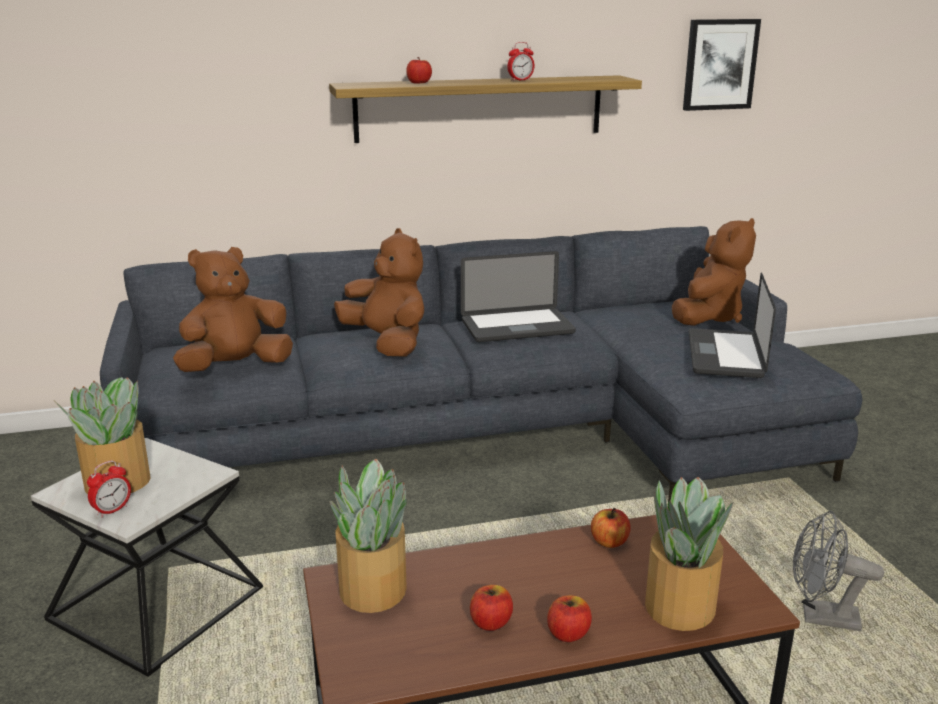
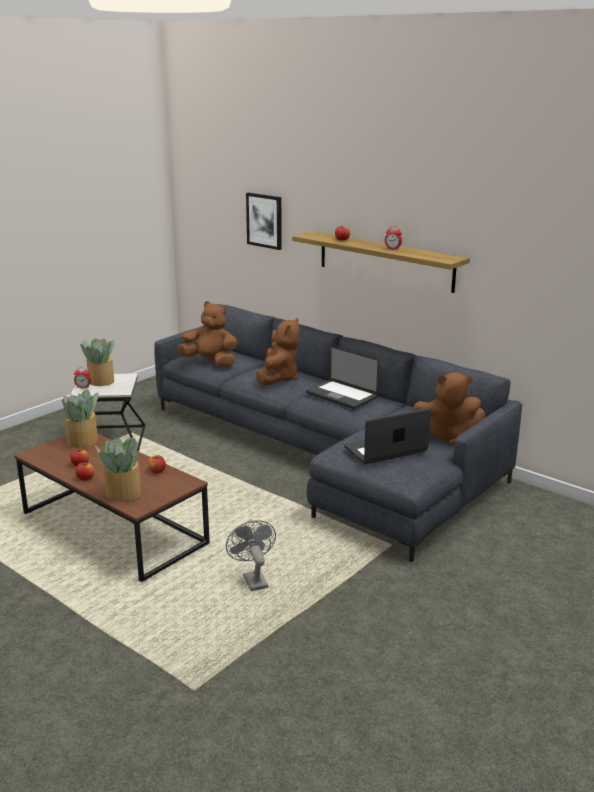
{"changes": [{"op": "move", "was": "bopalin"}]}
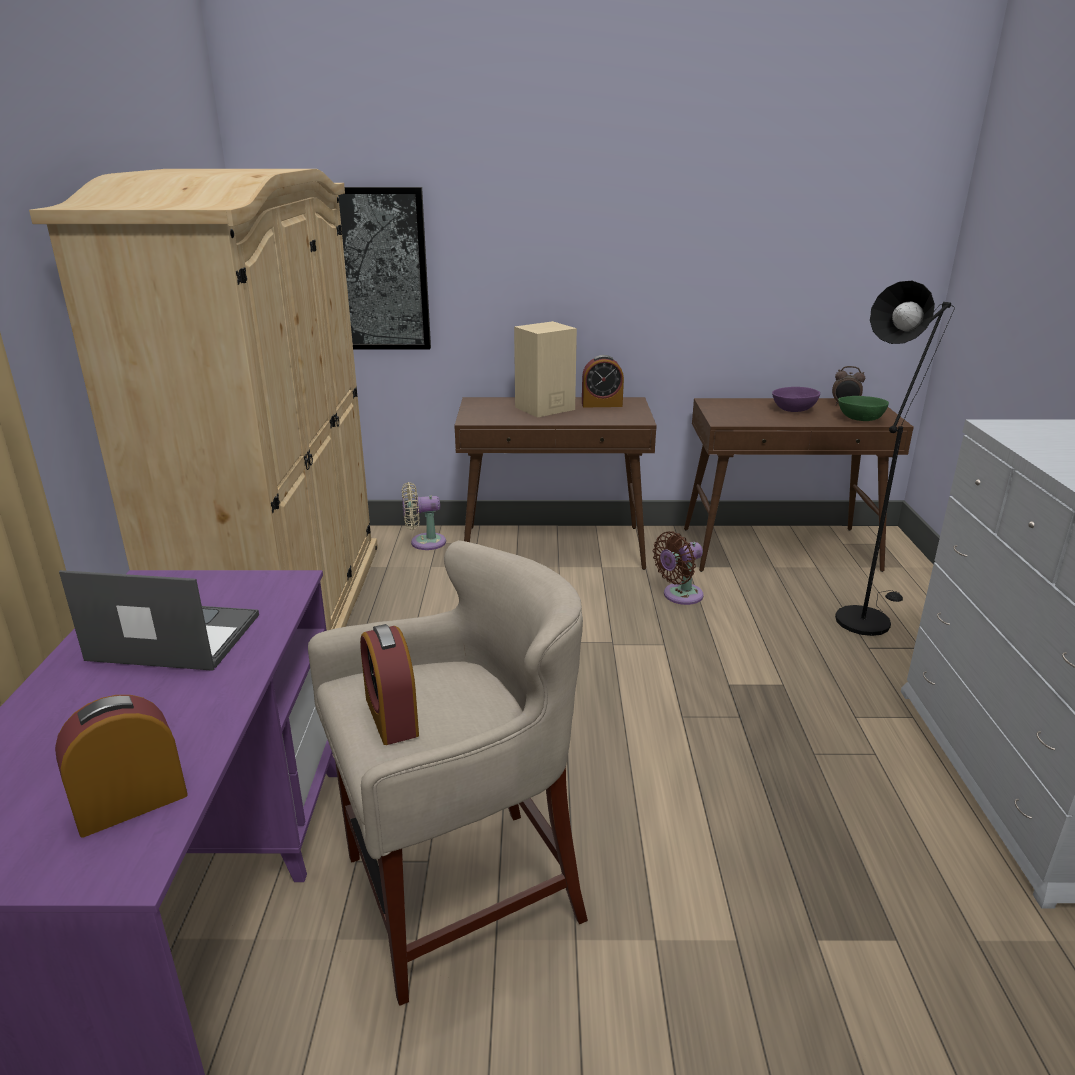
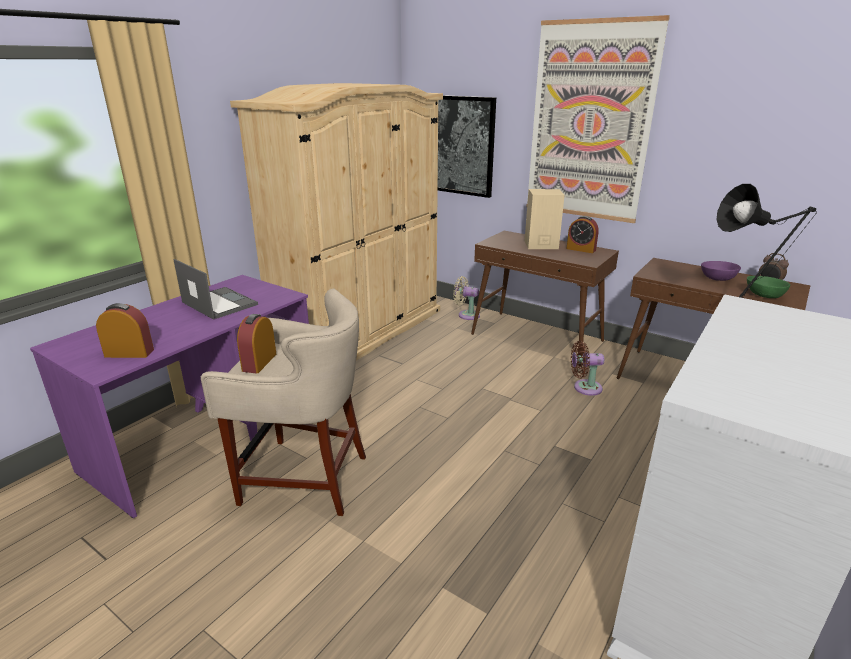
{"changes": [{"op": "insert", "now": "bopalin (2nd from left)"}]}
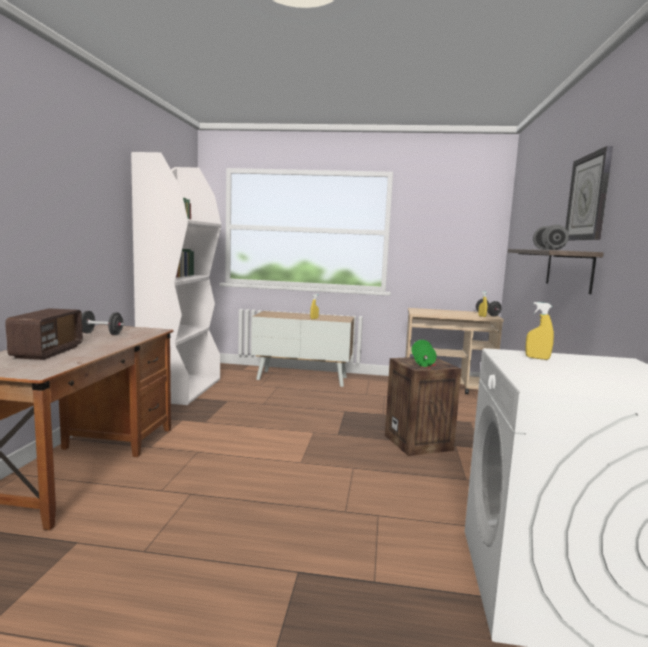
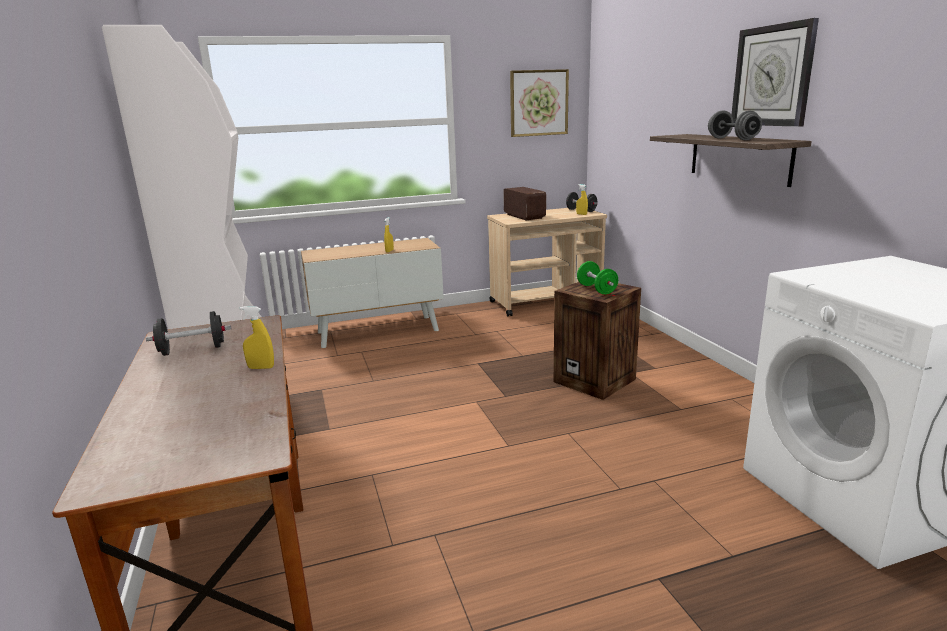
{"changes": [{"op": "insert", "now": "bopalin"}, {"op": "move", "was": "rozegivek"}, {"op": "move", "was": "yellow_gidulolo (3rd from left in the first image)", "now": "yellow_gidulolo (1st from left)"}]}
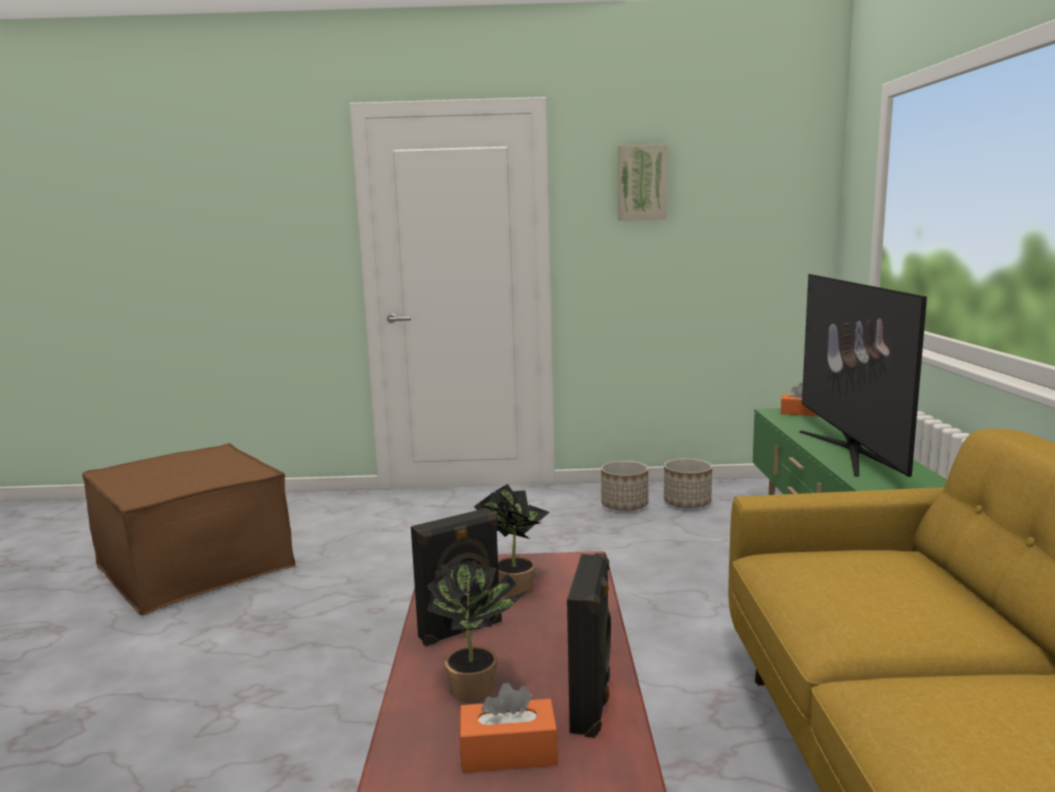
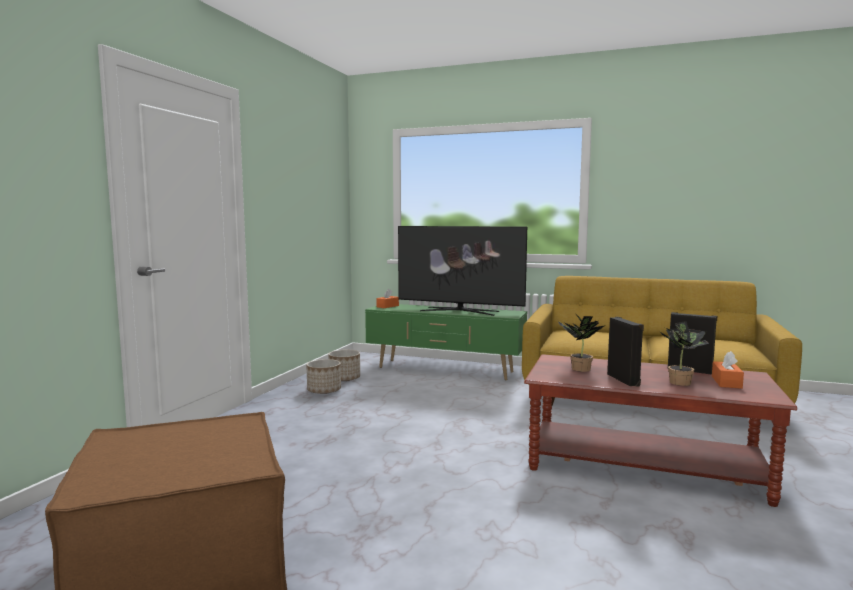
{"changes": [{"op": "delete", "was": "bopalin"}]}
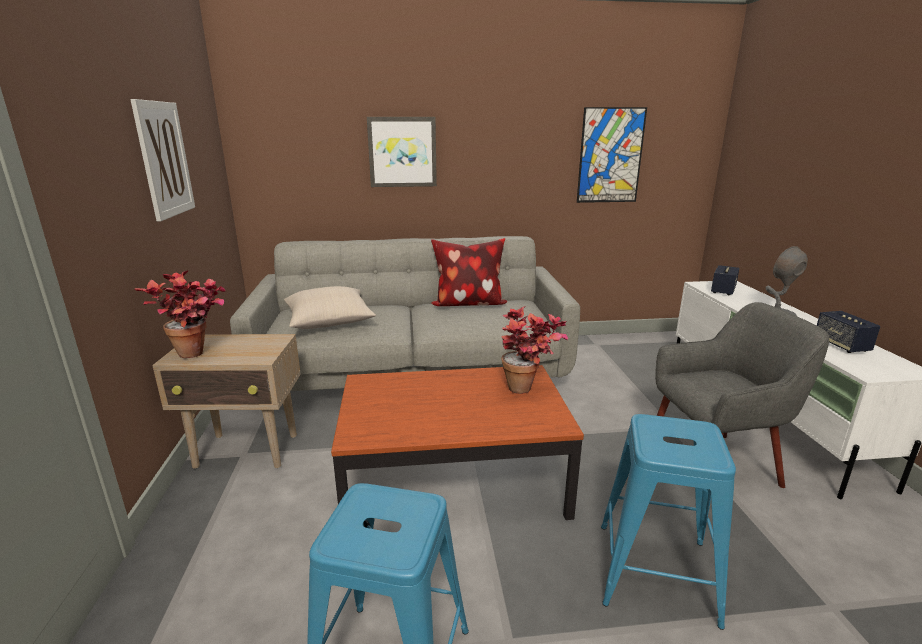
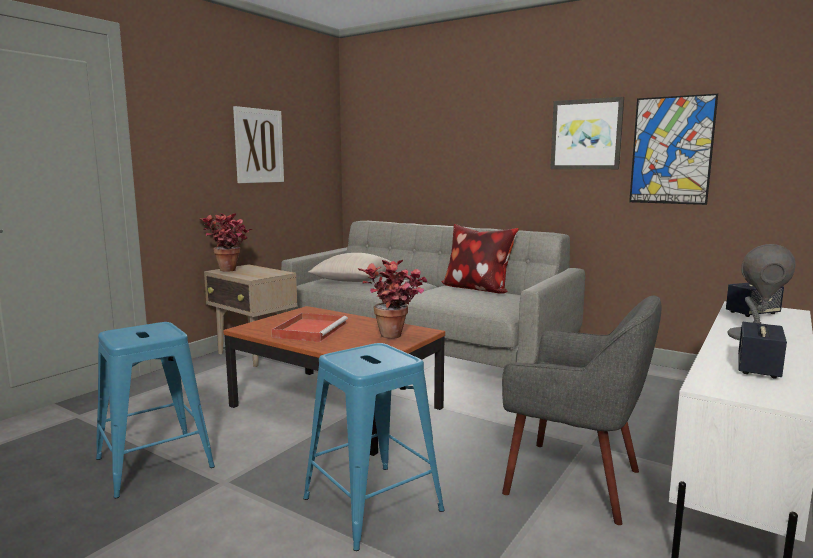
{"changes": [{"op": "insert", "now": "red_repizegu"}, {"op": "move", "was": "bopalin (2nd from left)"}]}
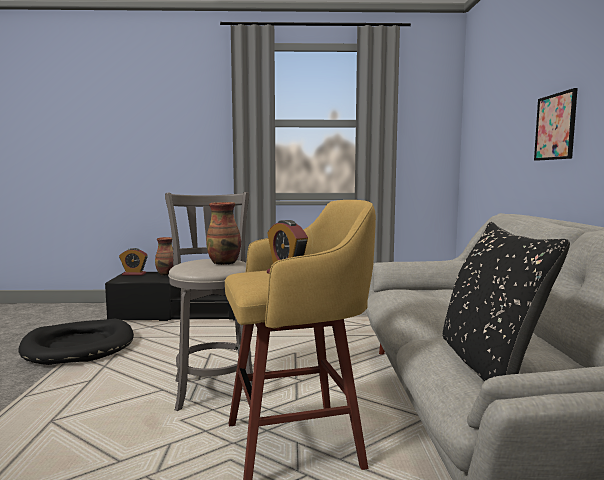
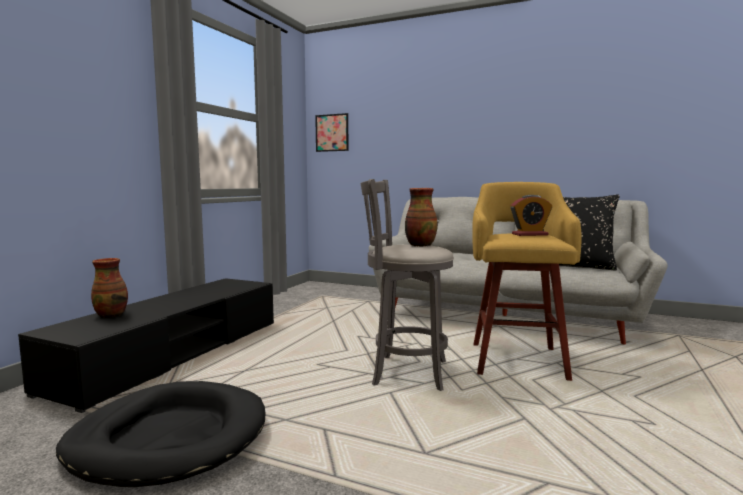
{"changes": [{"op": "delete", "was": "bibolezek (1st from left)"}, {"op": "move", "was": "bopalin"}]}
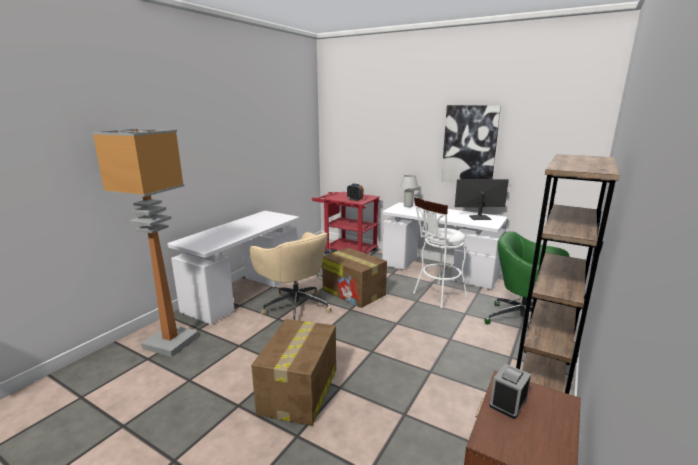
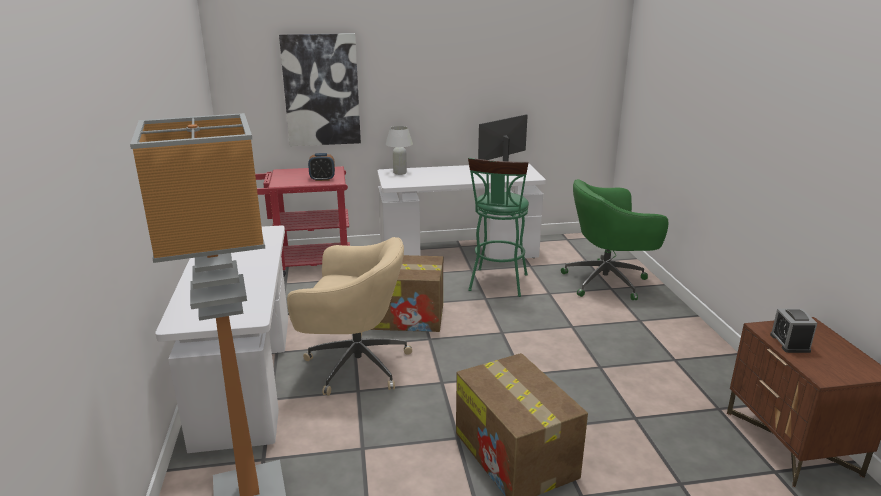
{"changes": [{"op": "delete", "was": "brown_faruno"}, {"op": "move", "was": "bopalin"}, {"op": "recolor", "was": "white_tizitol", "now": "green_tizitol"}]}
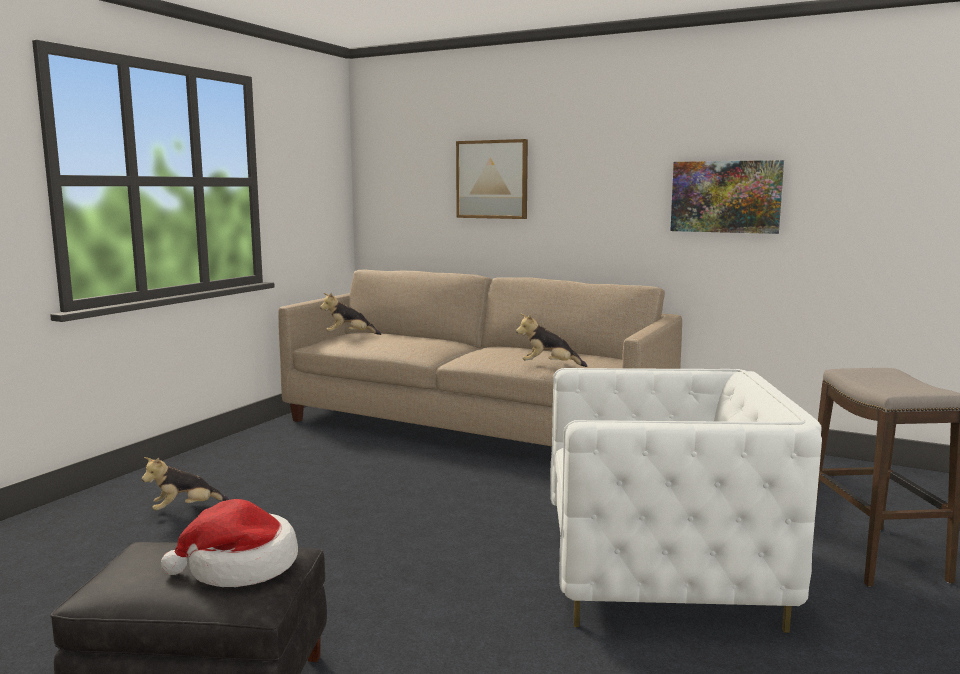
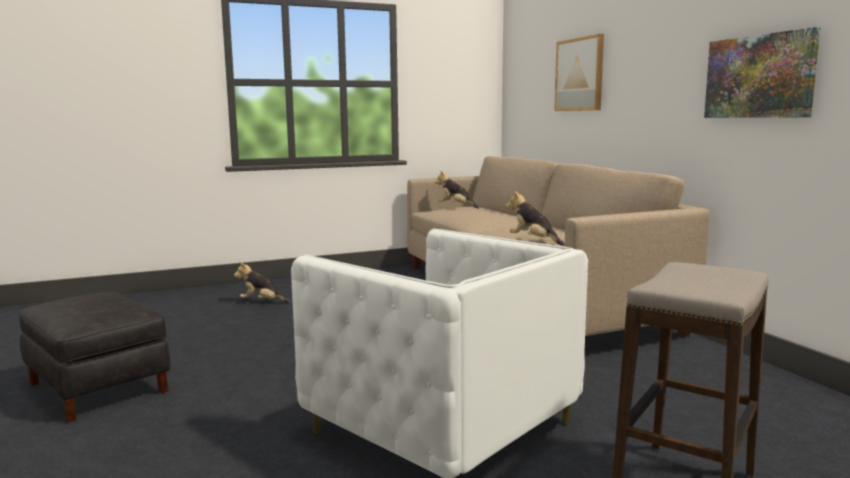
{"changes": [{"op": "delete", "was": "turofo"}]}
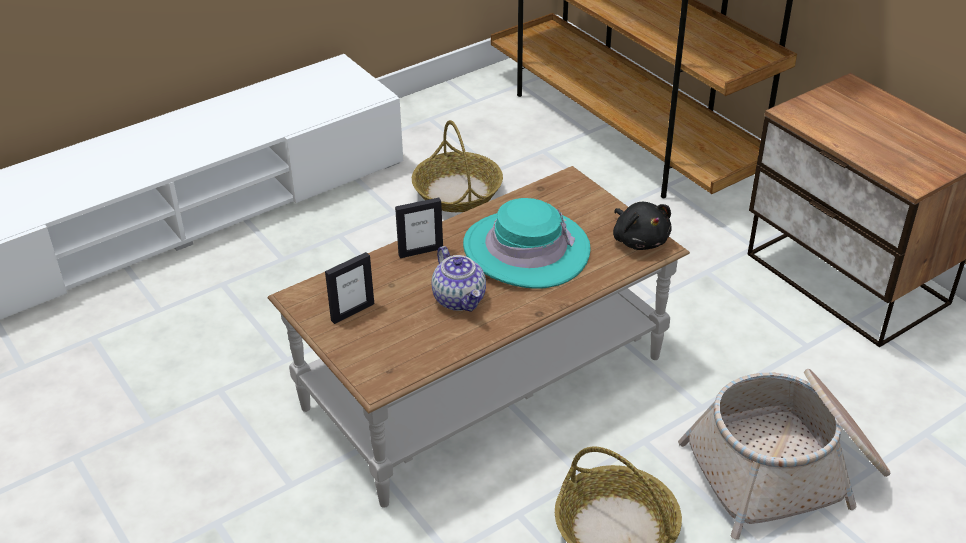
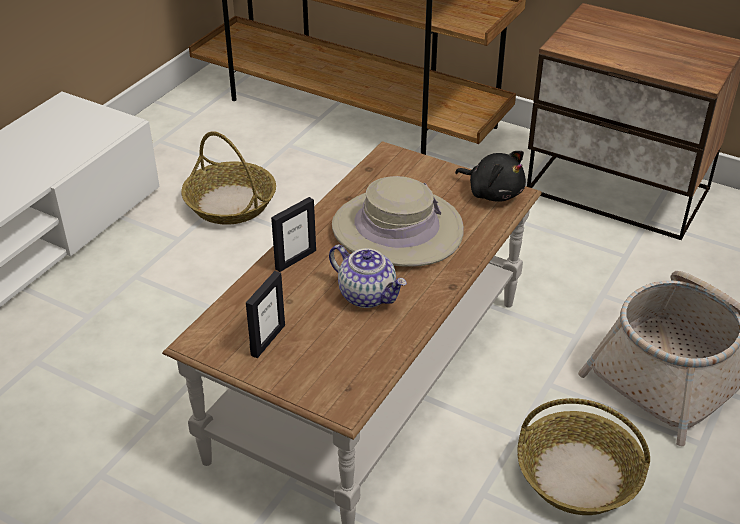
{"changes": [{"op": "recolor", "was": "turquoise_turofo", "now": "beige_turofo"}]}
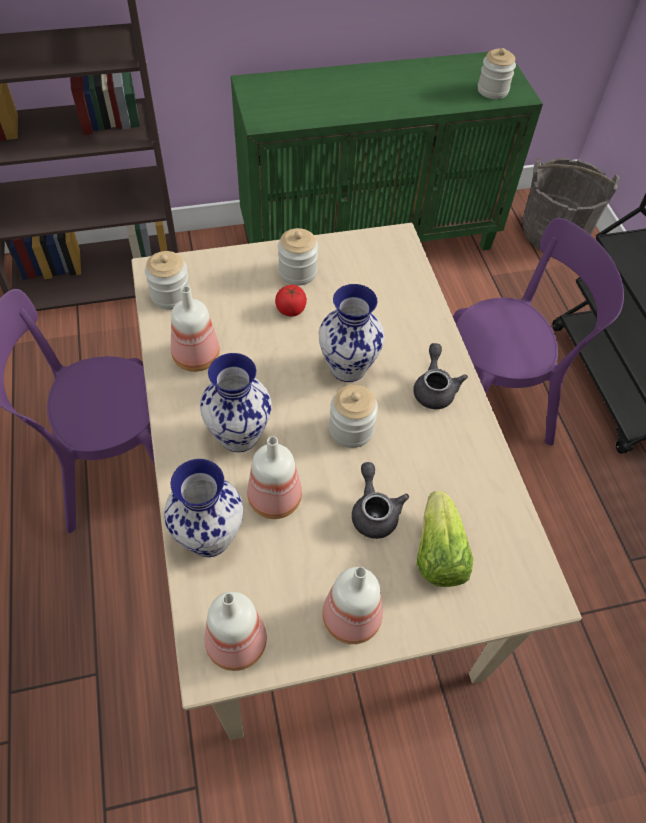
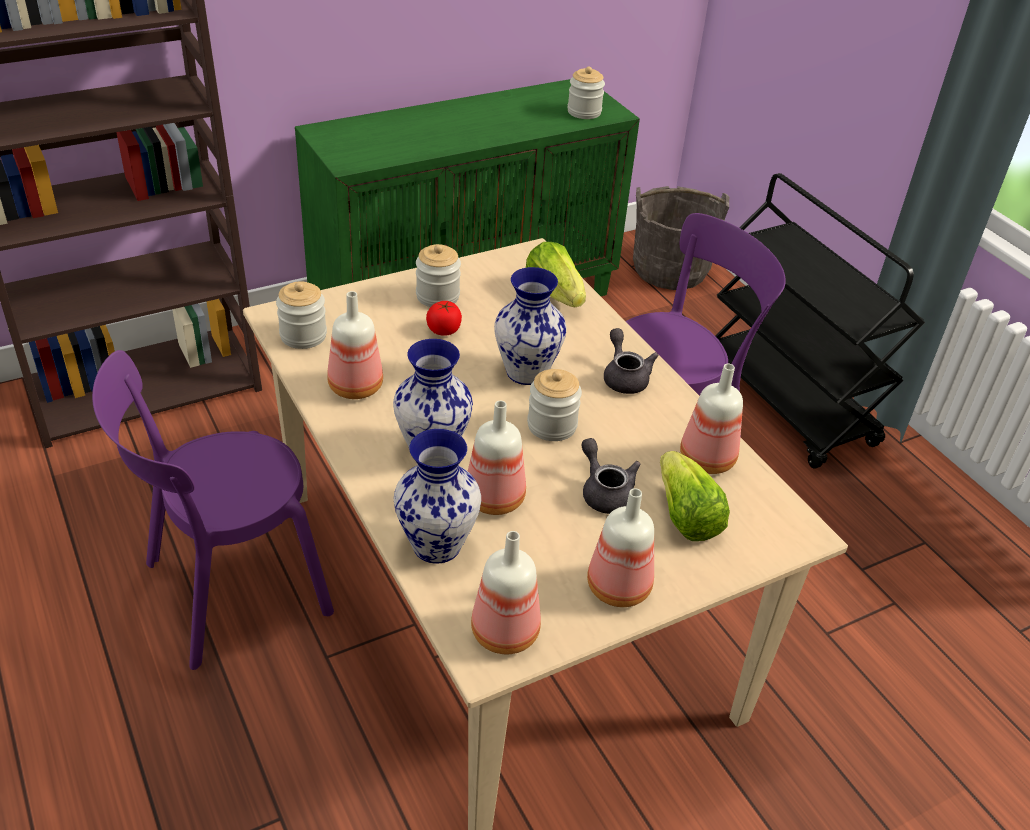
{"changes": [{"op": "insert", "now": "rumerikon (1st from left)"}, {"op": "insert", "now": "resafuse (5th from left)"}]}
